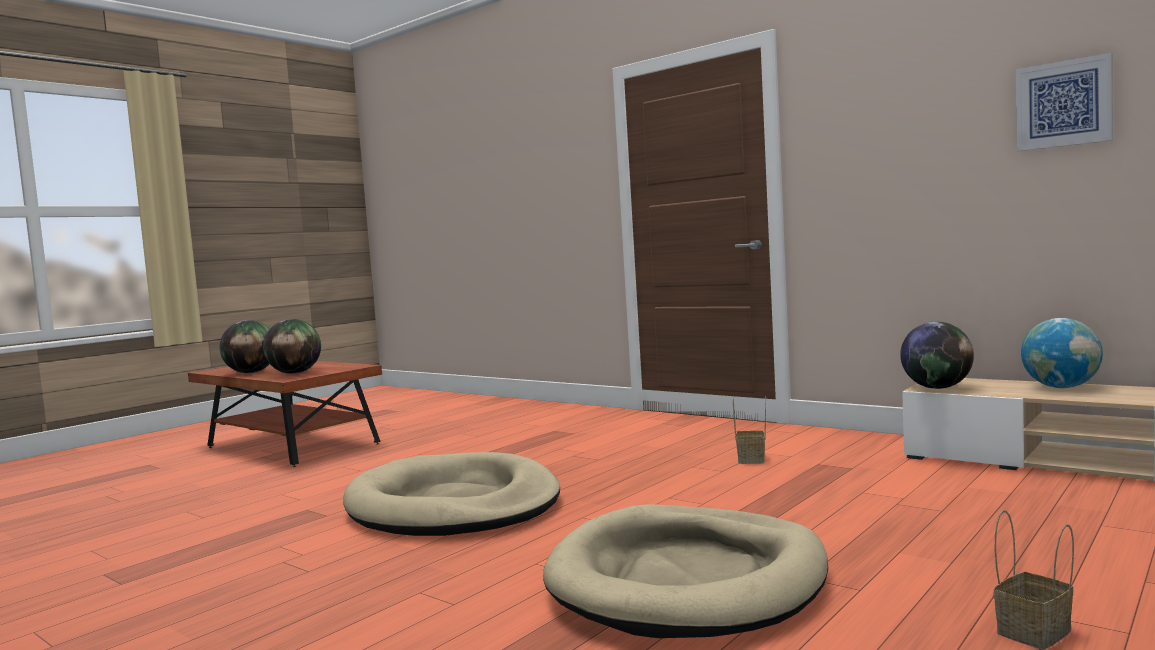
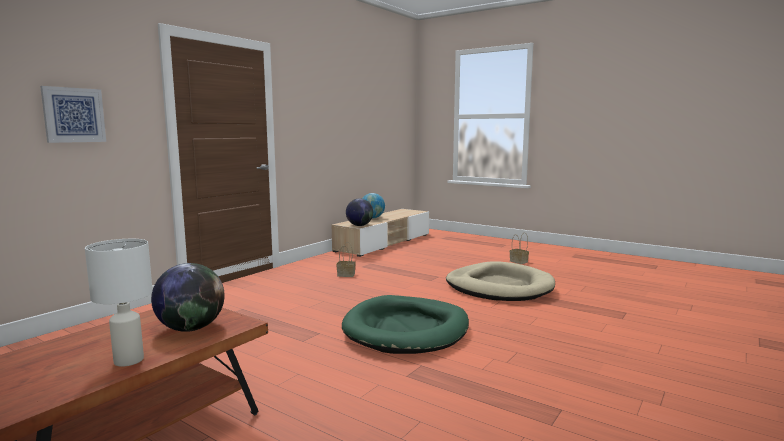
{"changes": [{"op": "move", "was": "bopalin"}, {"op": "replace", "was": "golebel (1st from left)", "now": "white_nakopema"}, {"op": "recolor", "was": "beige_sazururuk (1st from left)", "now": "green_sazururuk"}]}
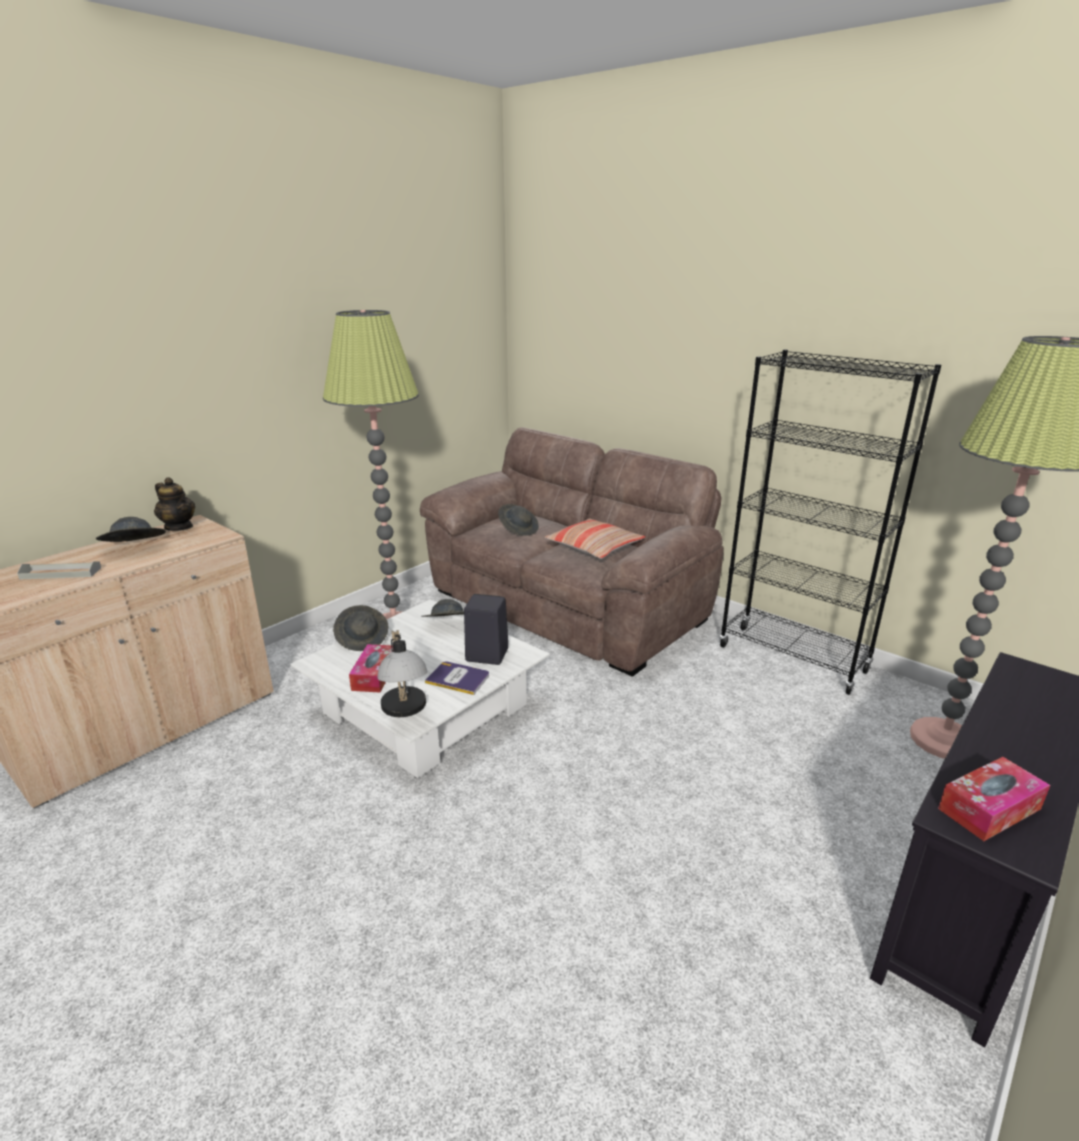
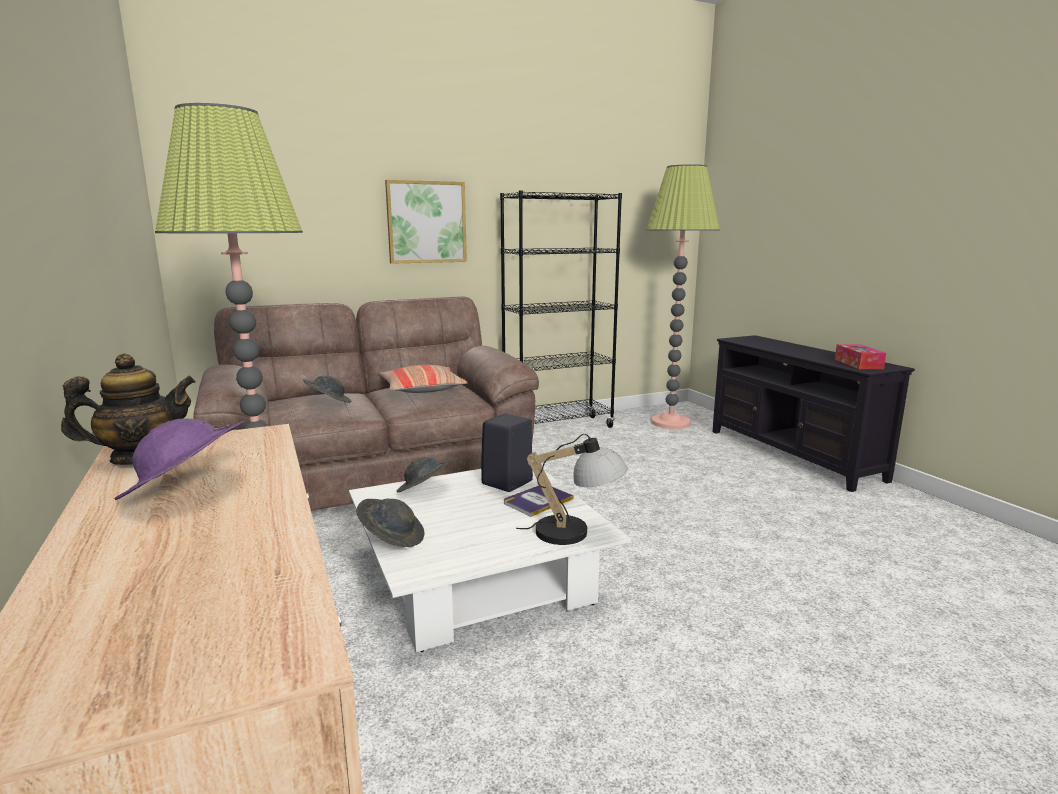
{"changes": [{"op": "delete", "was": "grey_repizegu"}, {"op": "delete", "was": "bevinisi (1st from left)"}, {"op": "insert", "now": "bopalin"}, {"op": "recolor", "was": "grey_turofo (1st from left)", "now": "purple_turofo"}]}
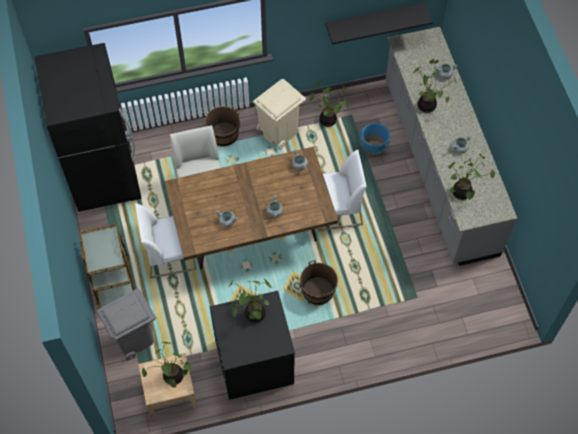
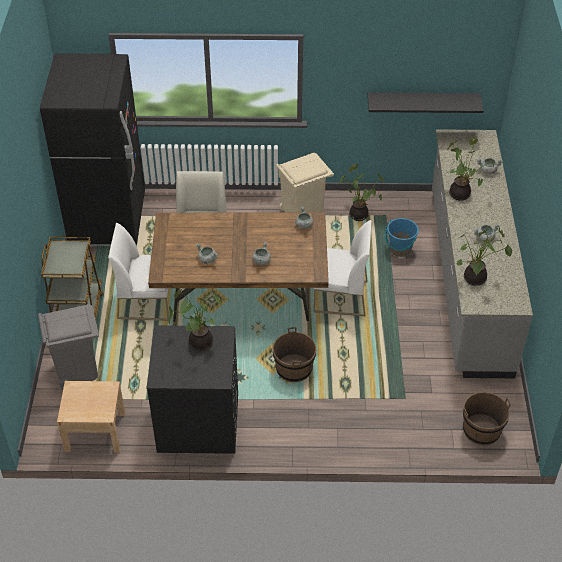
{"changes": [{"op": "delete", "was": "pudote (1st from left)"}, {"op": "move", "was": "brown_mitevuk (1st from left in the first image)", "now": "brown_mitevuk (2nd from left)"}]}
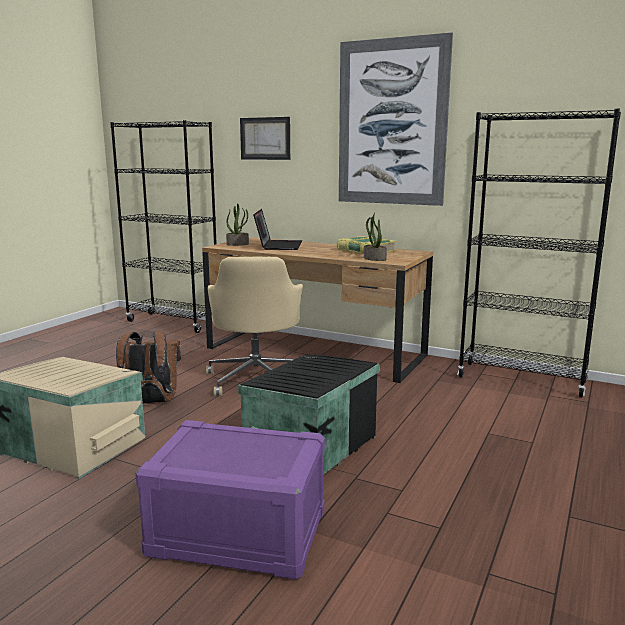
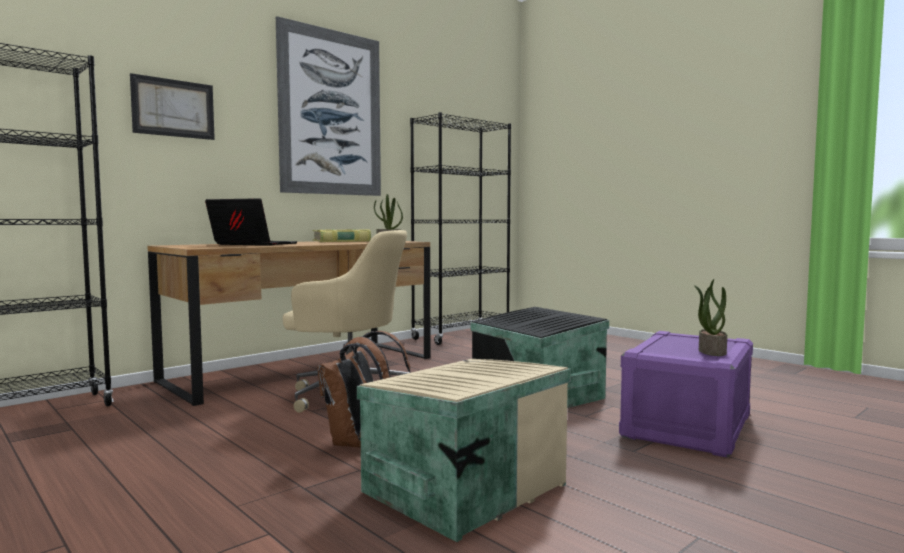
{"changes": [{"op": "move", "was": "pudote (1st from left in the first image)", "now": "pudote (2nd from left)"}]}
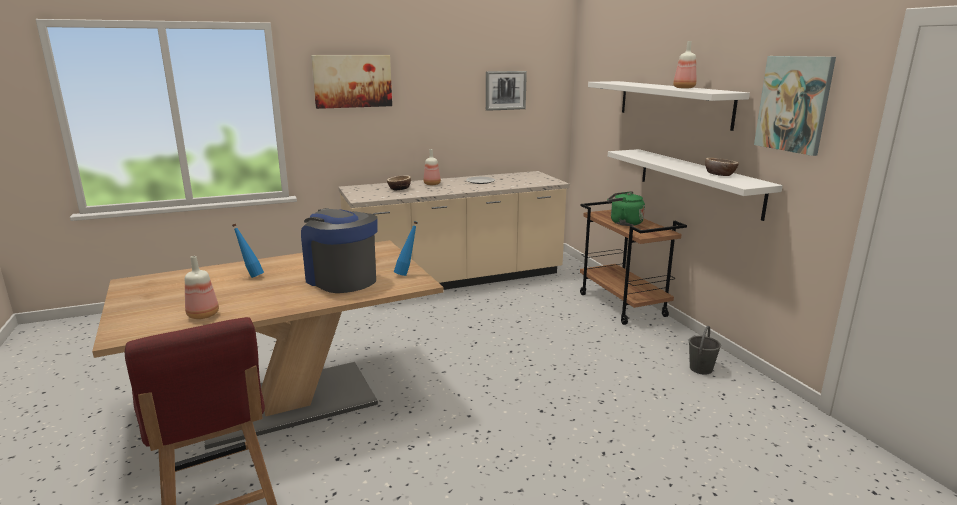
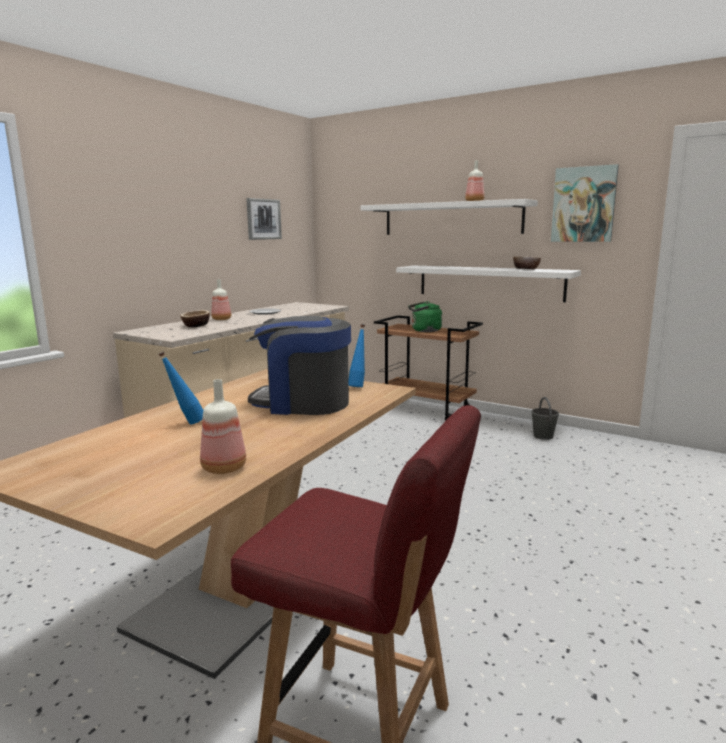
{"changes": [{"op": "delete", "was": "bopalin (1st from left)"}]}
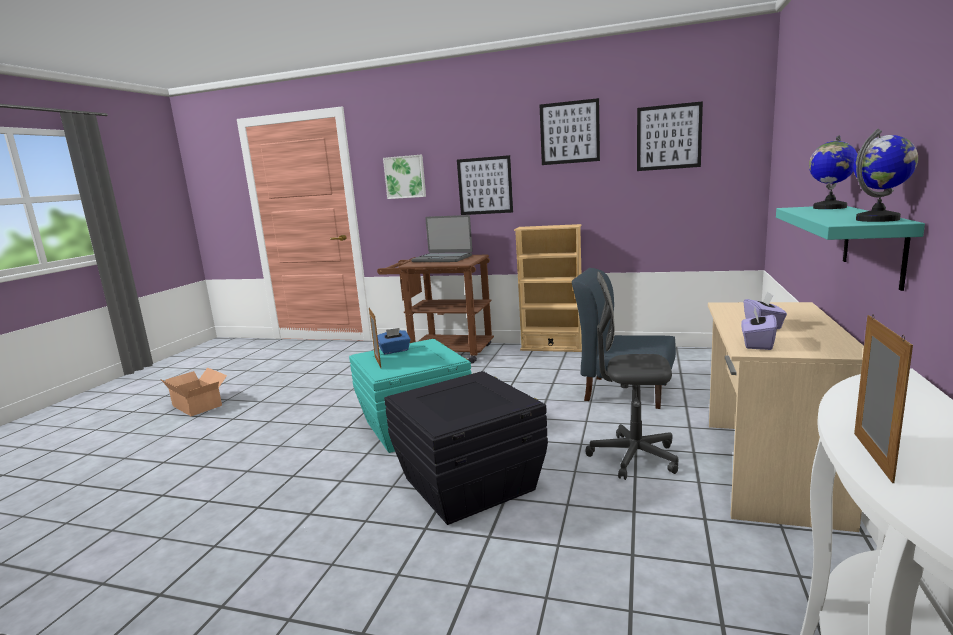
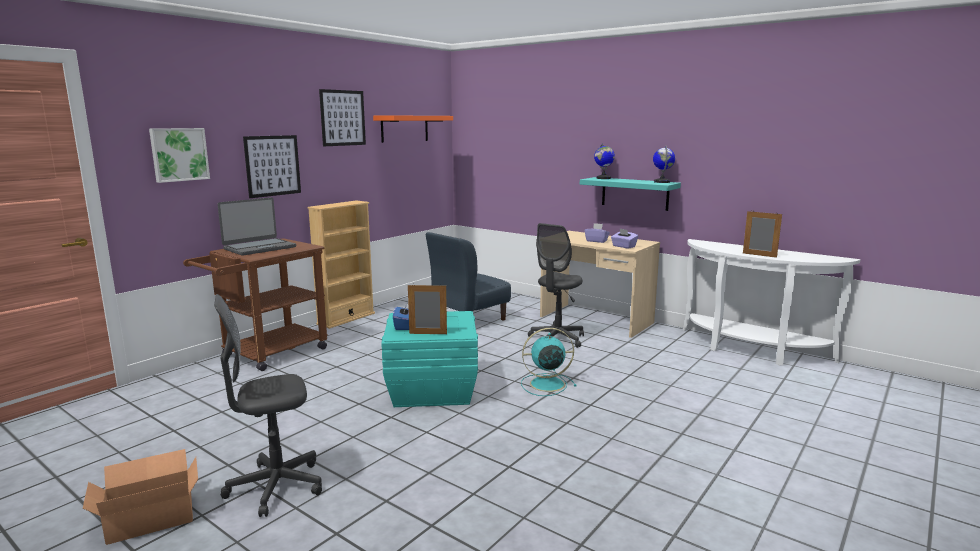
{"changes": [{"op": "insert", "now": "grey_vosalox (1st from left)"}, {"op": "replace", "was": "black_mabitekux", "now": "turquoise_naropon"}, {"op": "replace", "was": "bopalin (4th from left)", "now": "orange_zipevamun"}]}
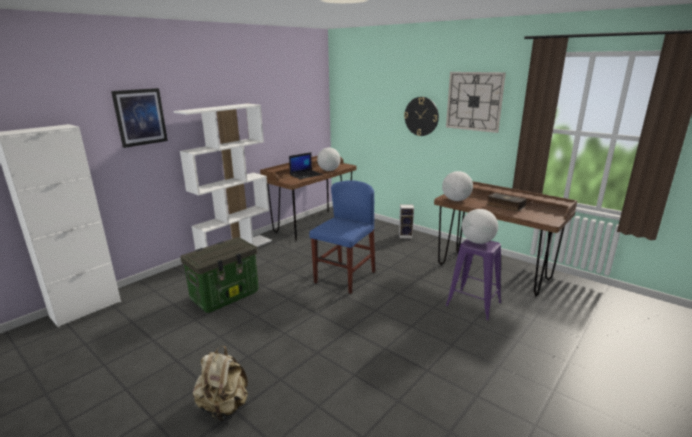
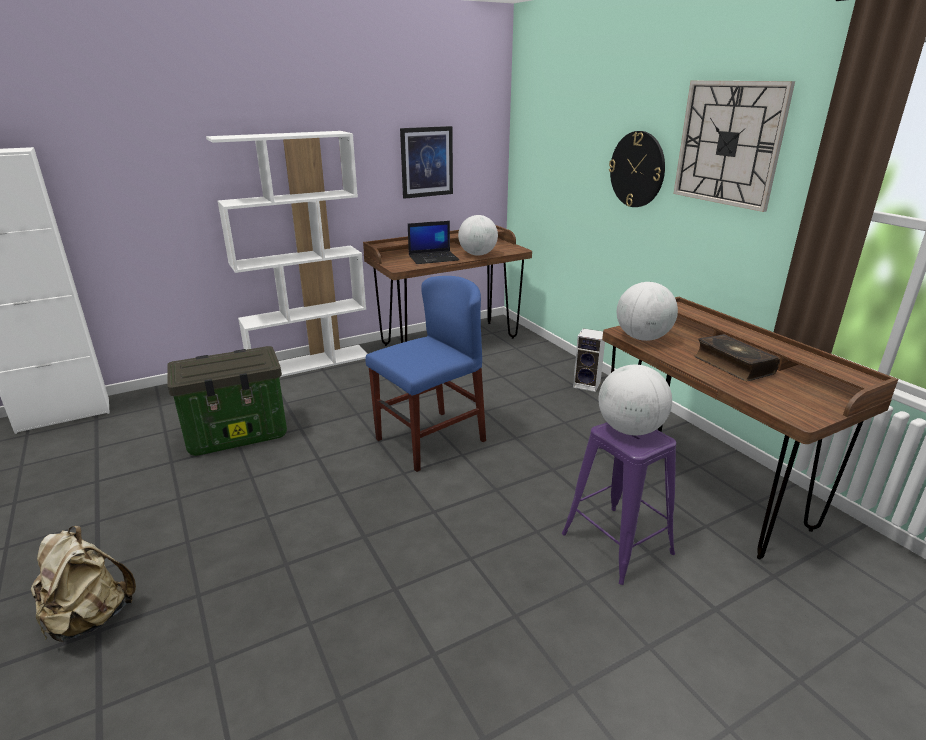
{"changes": [{"op": "move", "was": "bopalin"}]}
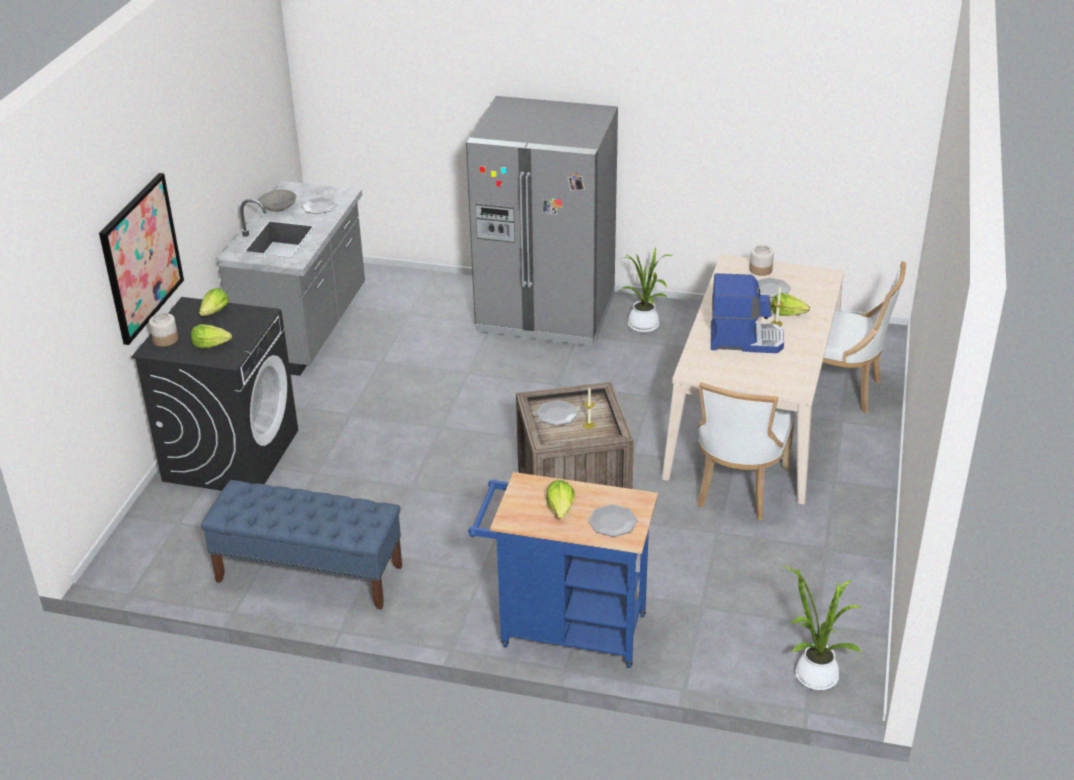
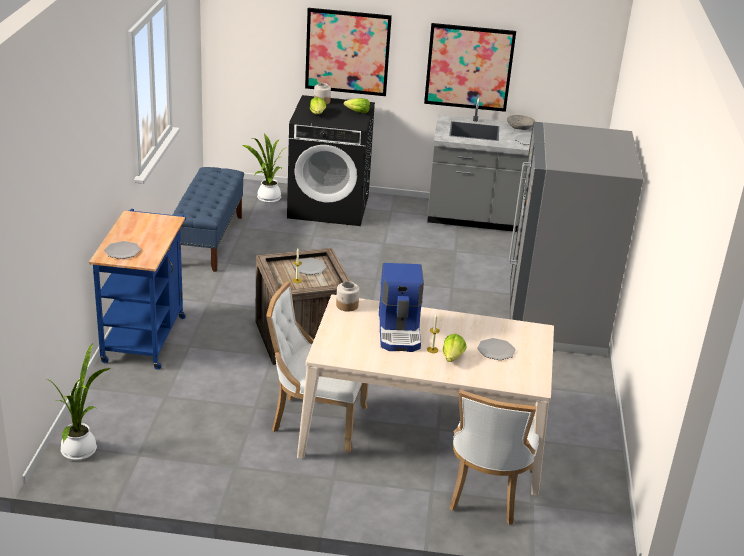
{"changes": [{"op": "delete", "was": "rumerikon (3rd from left)"}, {"op": "insert", "now": "bopalin (2nd from left)"}, {"op": "move", "was": "pudote (1st from left in the first image)", "now": "pudote (2nd from left)"}, {"op": "move", "was": "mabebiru (2nd from left)"}]}
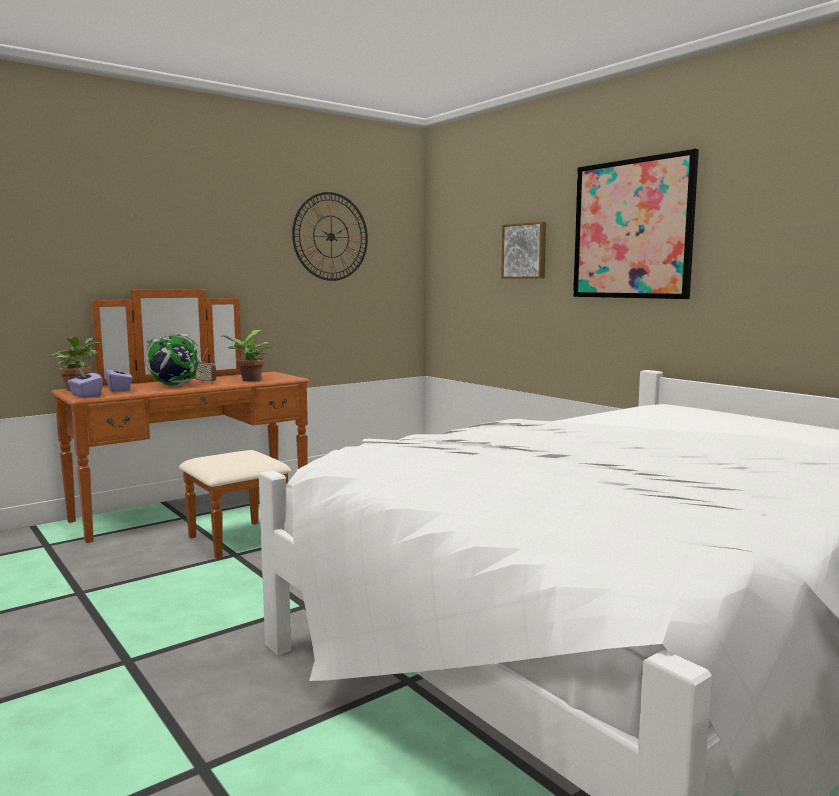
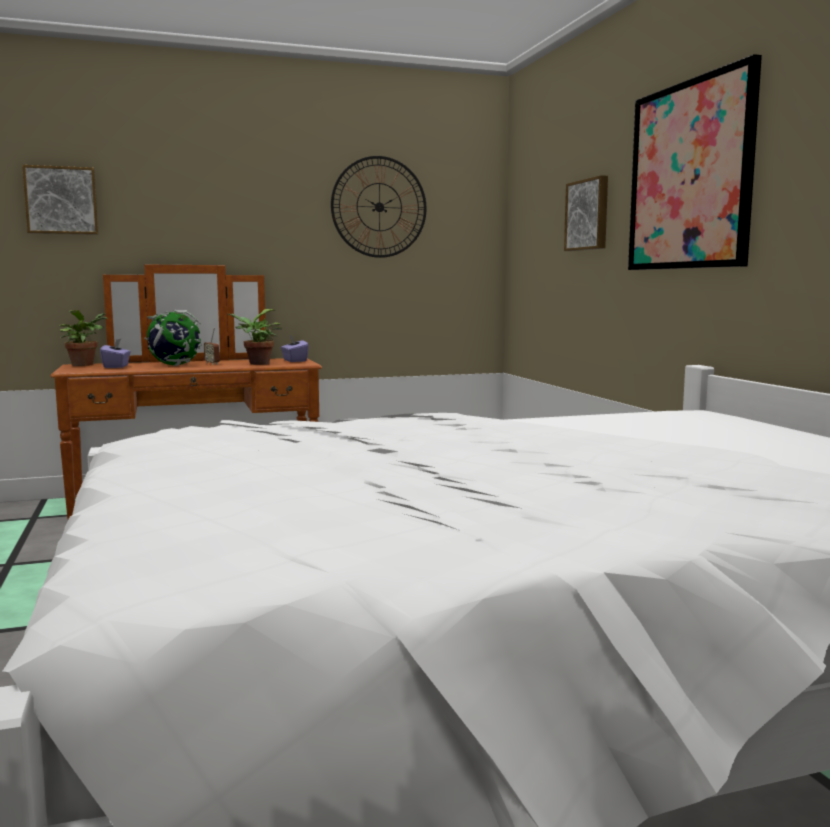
{"changes": [{"op": "insert", "now": "bopalin (1st from left)"}, {"op": "move", "was": "purple_bevinisi (1st from left in the first image)", "now": "purple_bevinisi (2nd from left)"}]}
